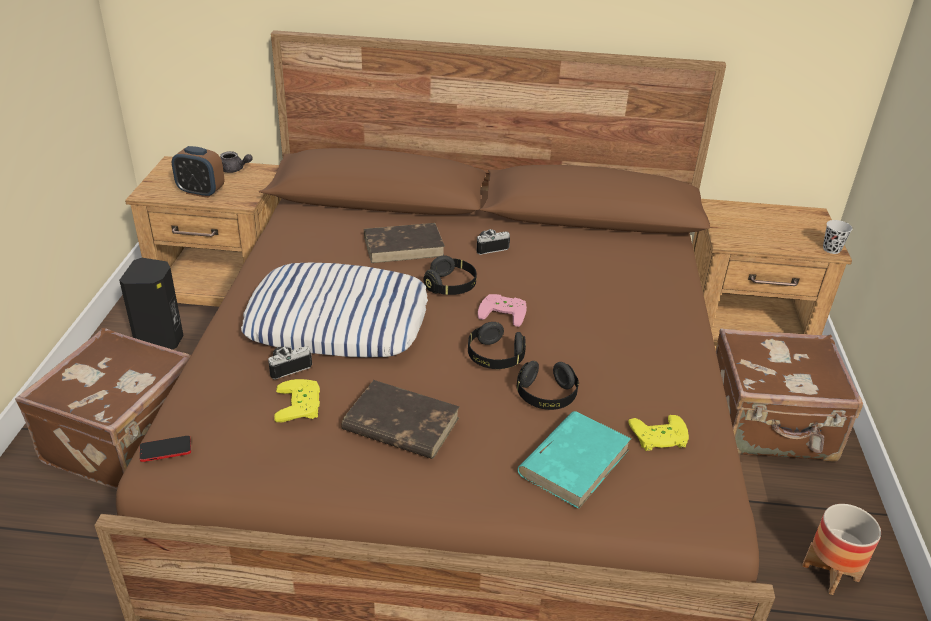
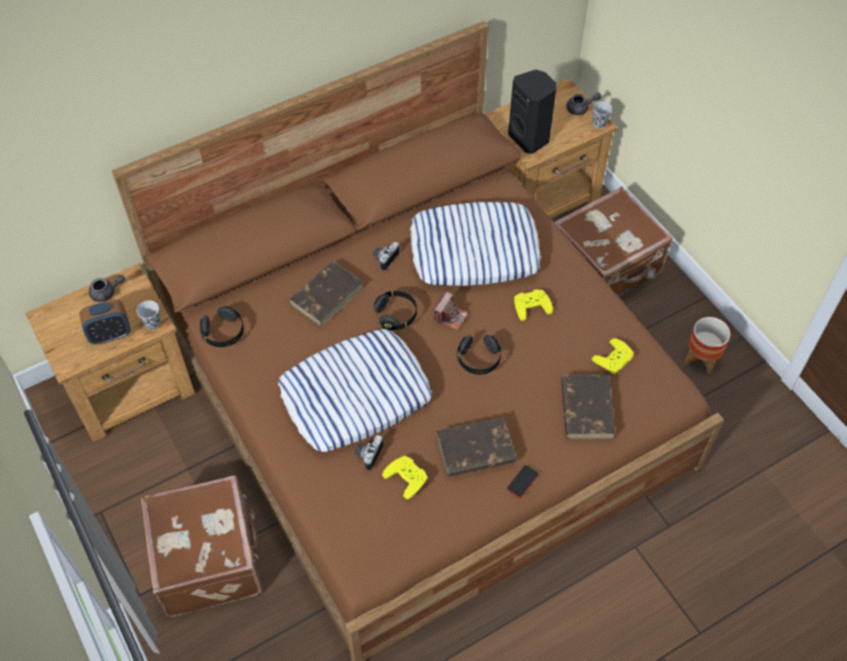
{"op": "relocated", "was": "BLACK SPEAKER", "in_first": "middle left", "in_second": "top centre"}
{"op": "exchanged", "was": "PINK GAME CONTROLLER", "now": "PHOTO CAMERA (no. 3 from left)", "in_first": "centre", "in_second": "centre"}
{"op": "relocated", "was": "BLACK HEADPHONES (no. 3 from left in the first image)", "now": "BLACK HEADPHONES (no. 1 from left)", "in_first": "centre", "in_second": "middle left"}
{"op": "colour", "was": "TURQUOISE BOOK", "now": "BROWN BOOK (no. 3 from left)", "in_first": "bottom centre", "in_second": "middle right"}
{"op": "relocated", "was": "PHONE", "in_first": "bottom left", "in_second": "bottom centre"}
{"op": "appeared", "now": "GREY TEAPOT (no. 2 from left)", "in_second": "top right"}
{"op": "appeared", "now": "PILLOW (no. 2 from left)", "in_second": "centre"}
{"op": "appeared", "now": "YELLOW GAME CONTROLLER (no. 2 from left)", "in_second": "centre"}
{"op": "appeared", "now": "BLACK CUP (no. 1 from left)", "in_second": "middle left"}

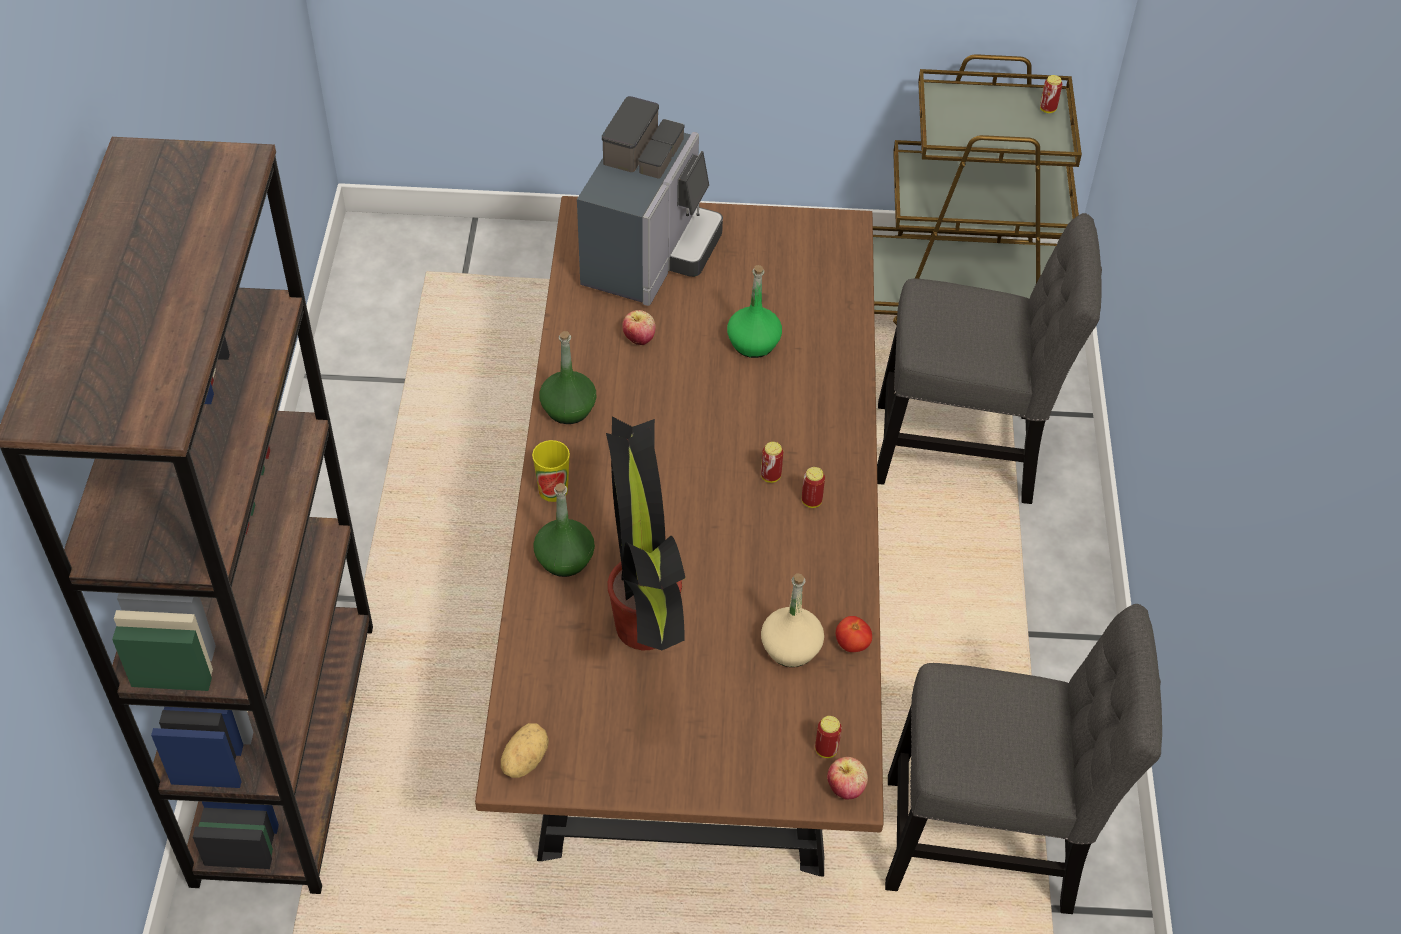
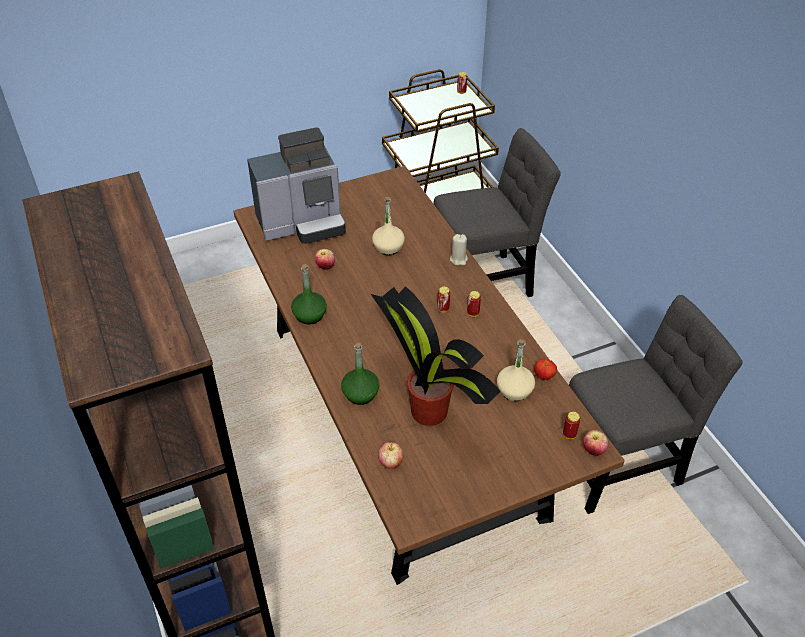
{"op": "spun", "was": "COFFEE MACHINE", "in_first": "top centre", "in_second": "top centre", "clockwise": 75}
{"op": "colour", "was": "GREEN BOTTLE (no. 3 from left)", "now": "BEIGE BOTTLE (no. 1 from left)", "in_first": "top centre", "in_second": "centre"}
{"op": "missing", "was": "CUP", "in_first": "centre"}
{"op": "missing", "was": "POTATO", "in_first": "bottom centre"}
{"op": "appeared", "now": "BEIGE CANDLE", "in_second": "centre"}
{"op": "appeared", "now": "APPLE (no. 2 from left)", "in_second": "bottom centre"}

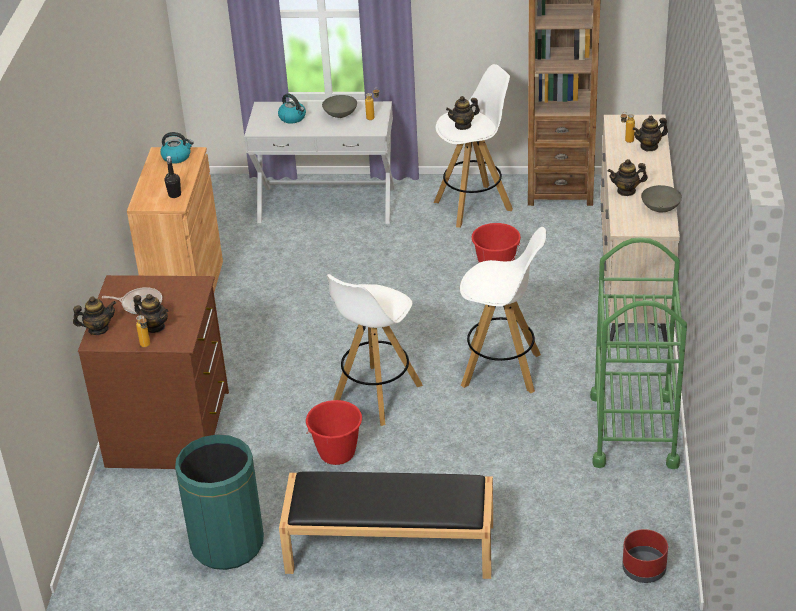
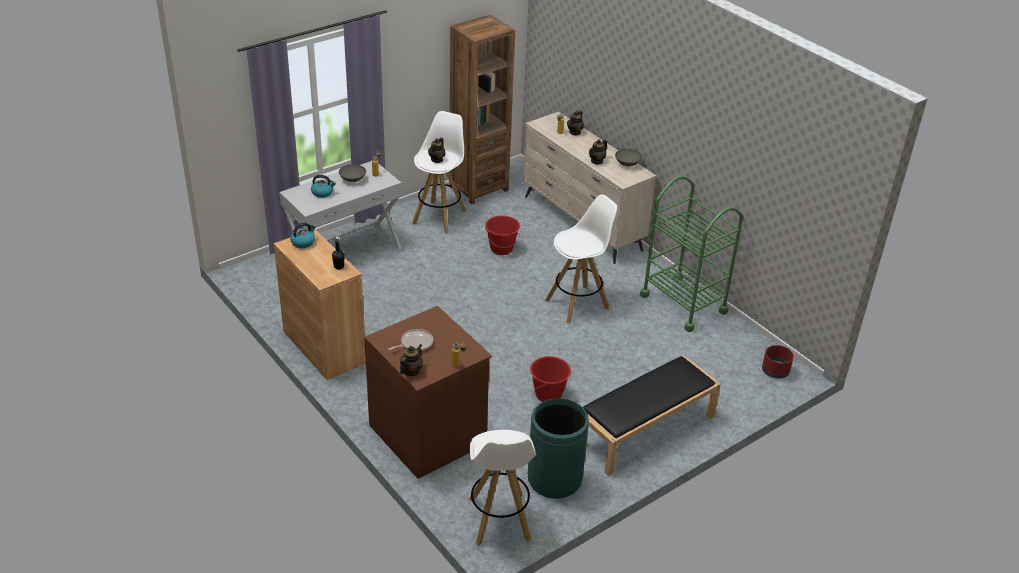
{"op": "relocated", "was": "WHITE STOOL (no. 1 from left in the first image)", "now": "WHITE STOOL (no. 2 from left)", "in_first": "centre", "in_second": "bottom centre"}
{"op": "missing", "was": "TEAPOT (no. 2 from left)", "in_first": "middle left"}

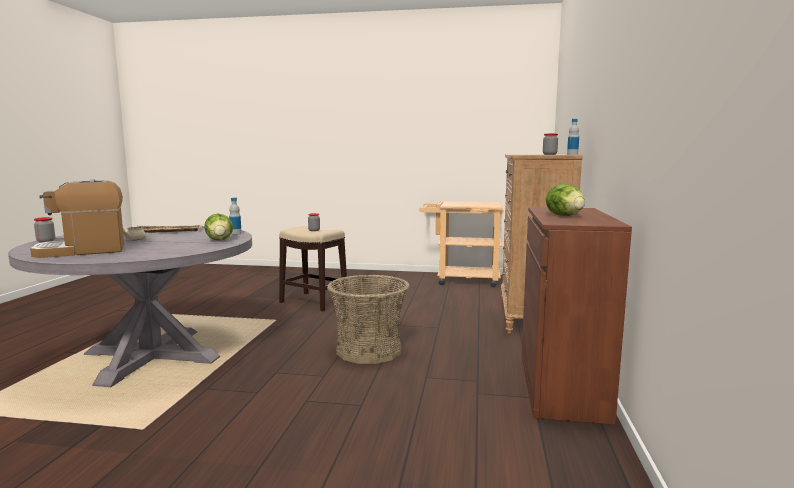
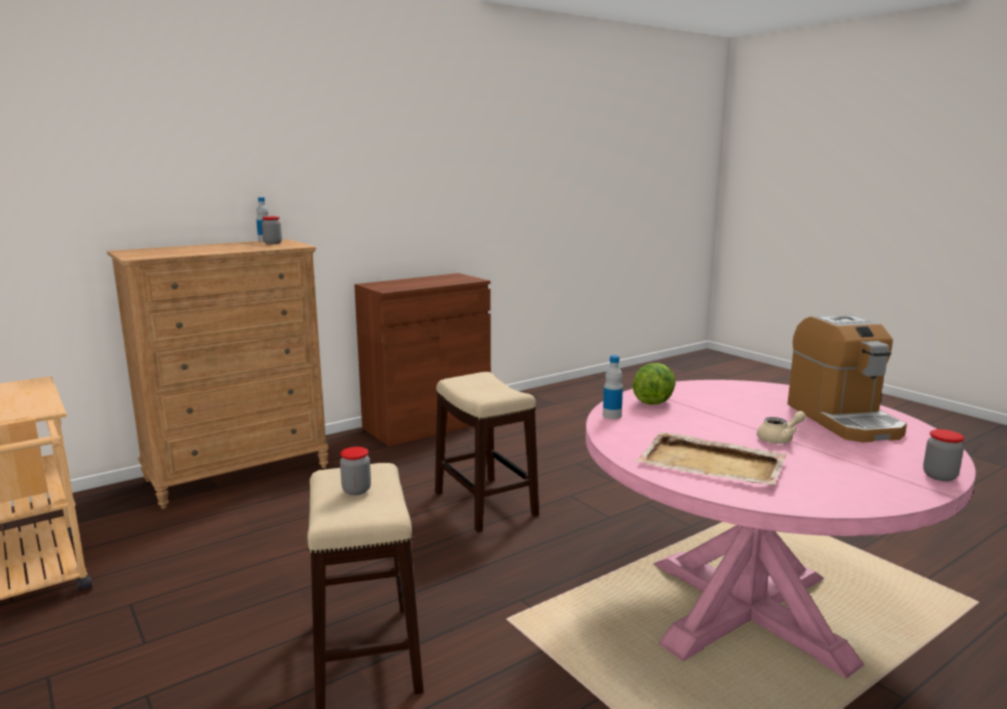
{"op": "spun", "was": "COFFEE MACHINE", "in_first": "middle left", "in_second": "middle right", "clockwise": 60}
{"op": "missing", "was": "LETTUCE (no. 2 from left)", "in_first": "middle right"}
{"op": "colour", "was": "GREY DINING TABLE", "now": "PINK DINING TABLE", "in_first": "middle left", "in_second": "bottom right"}
{"op": "exchanged", "was": "BASKET", "now": "STOOL (no. 2 from left)", "in_first": "centre", "in_second": "centre"}

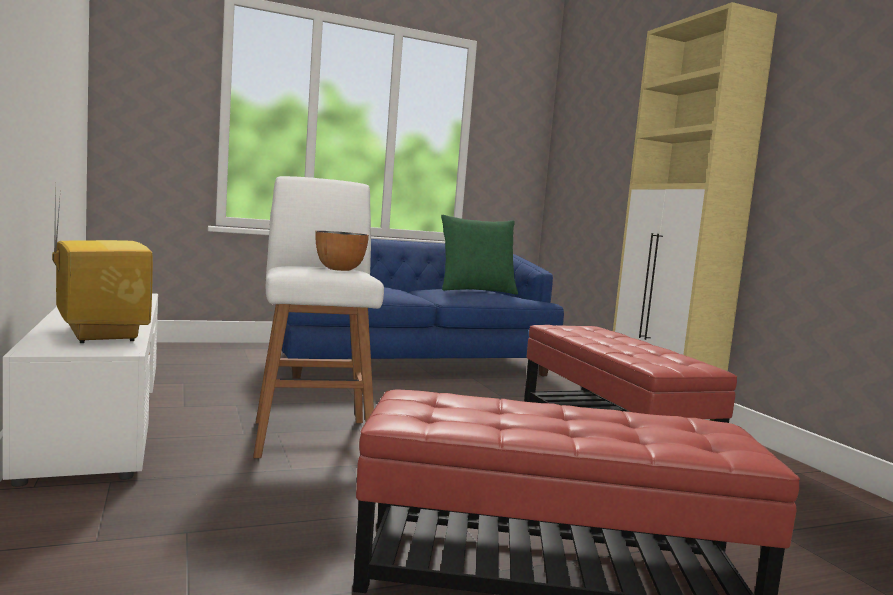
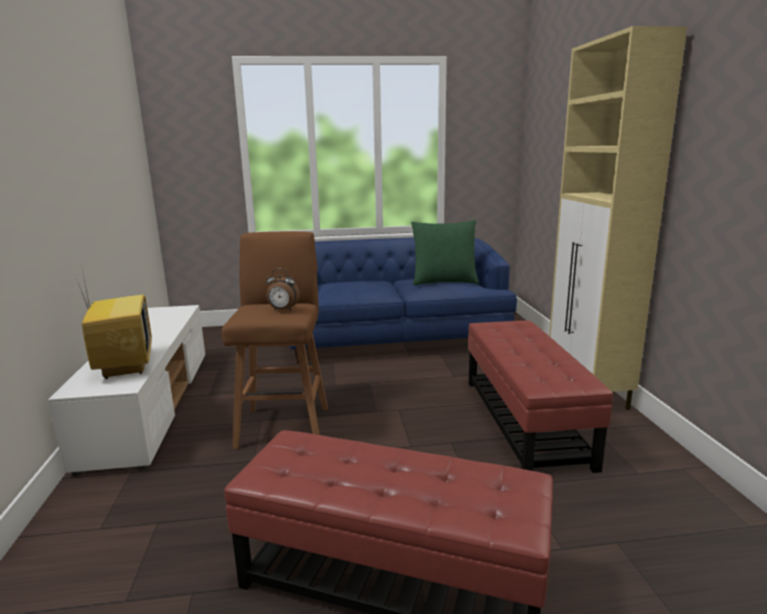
{"op": "colour", "was": "WHITE STOOL", "now": "BROWN STOOL", "in_first": "centre", "in_second": "centre"}
{"op": "exchanged", "was": "BOWL", "now": "ALARM CLOCK", "in_first": "centre", "in_second": "centre"}

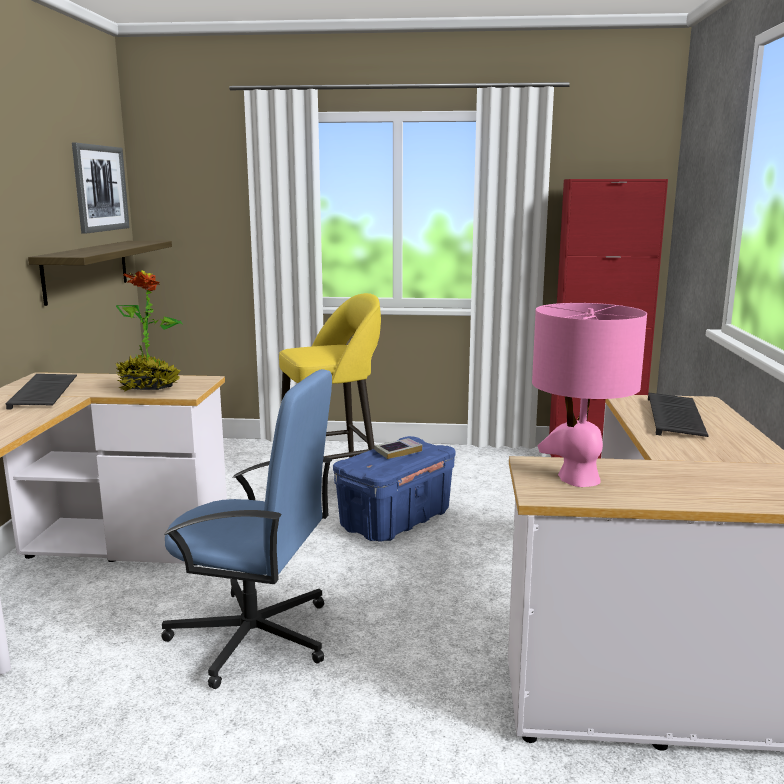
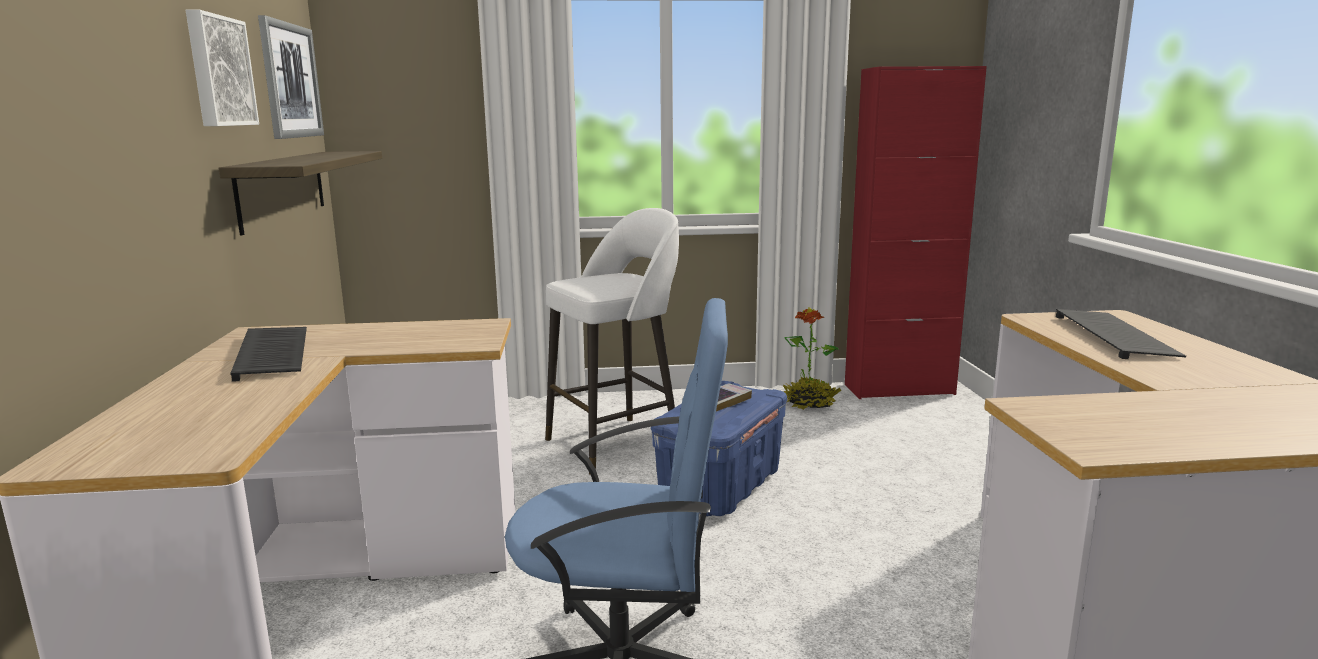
{"op": "relocated", "was": "POTTED PLANT", "in_first": "middle left", "in_second": "centre"}
{"op": "colour", "was": "YELLOW STOOL", "now": "WHITE STOOL", "in_first": "centre", "in_second": "centre"}
{"op": "missing", "was": "PINK TABLE LAMP", "in_first": "middle right"}
{"op": "appeared", "now": "PICTURE (no. 1 from left)", "in_second": "top left"}

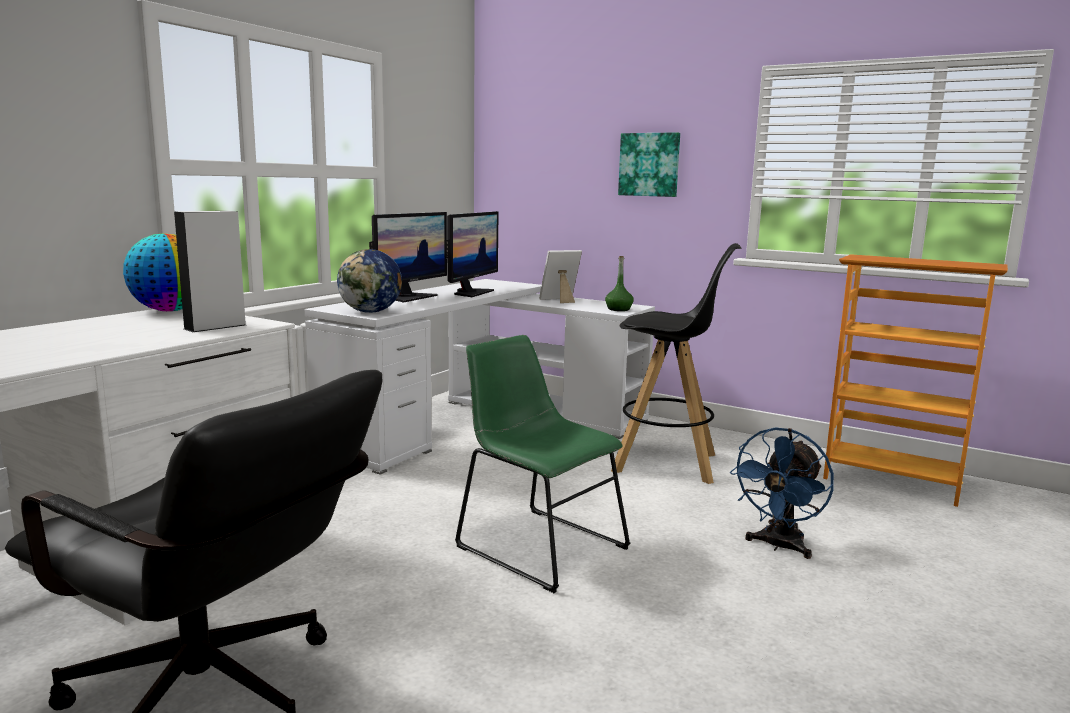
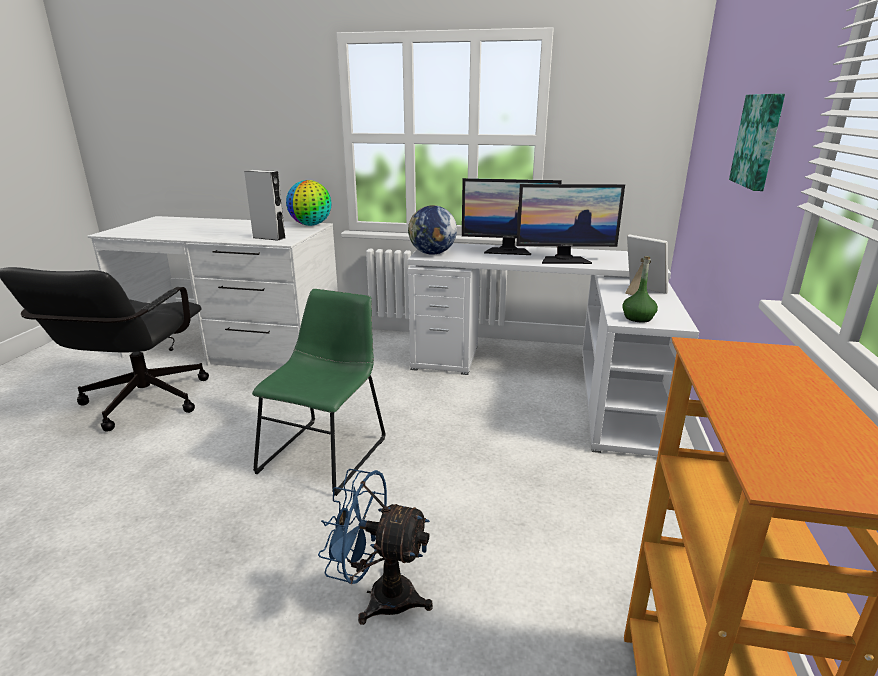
{"op": "missing", "was": "BLACK STOOL", "in_first": "centre"}

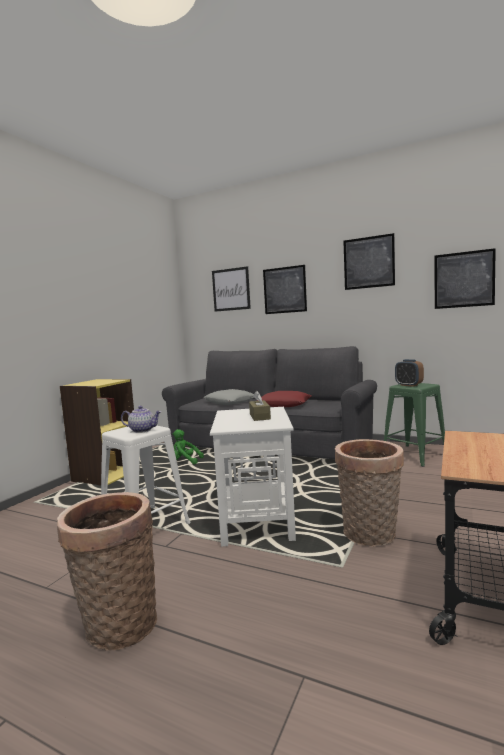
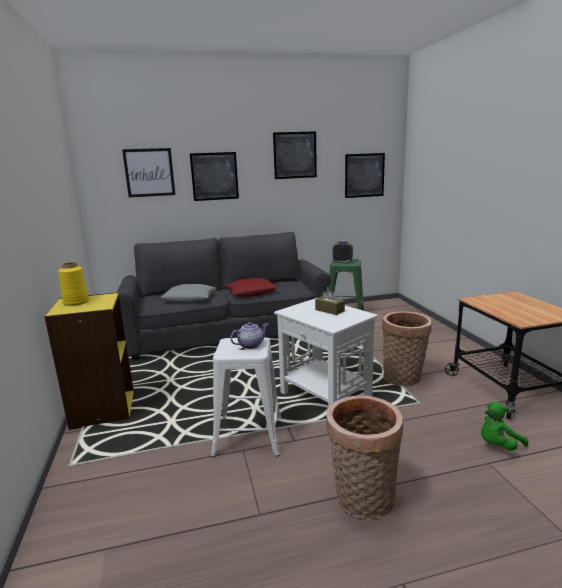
{"op": "relocated", "was": "GREEN PLUSH TOY", "in_first": "centre", "in_second": "bottom right"}
{"op": "appeared", "now": "YELLOW VASE", "in_second": "middle left"}

